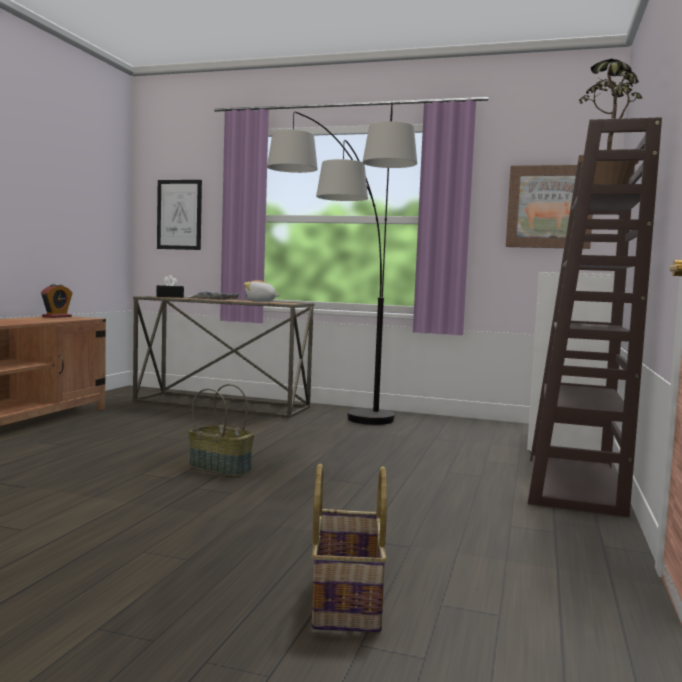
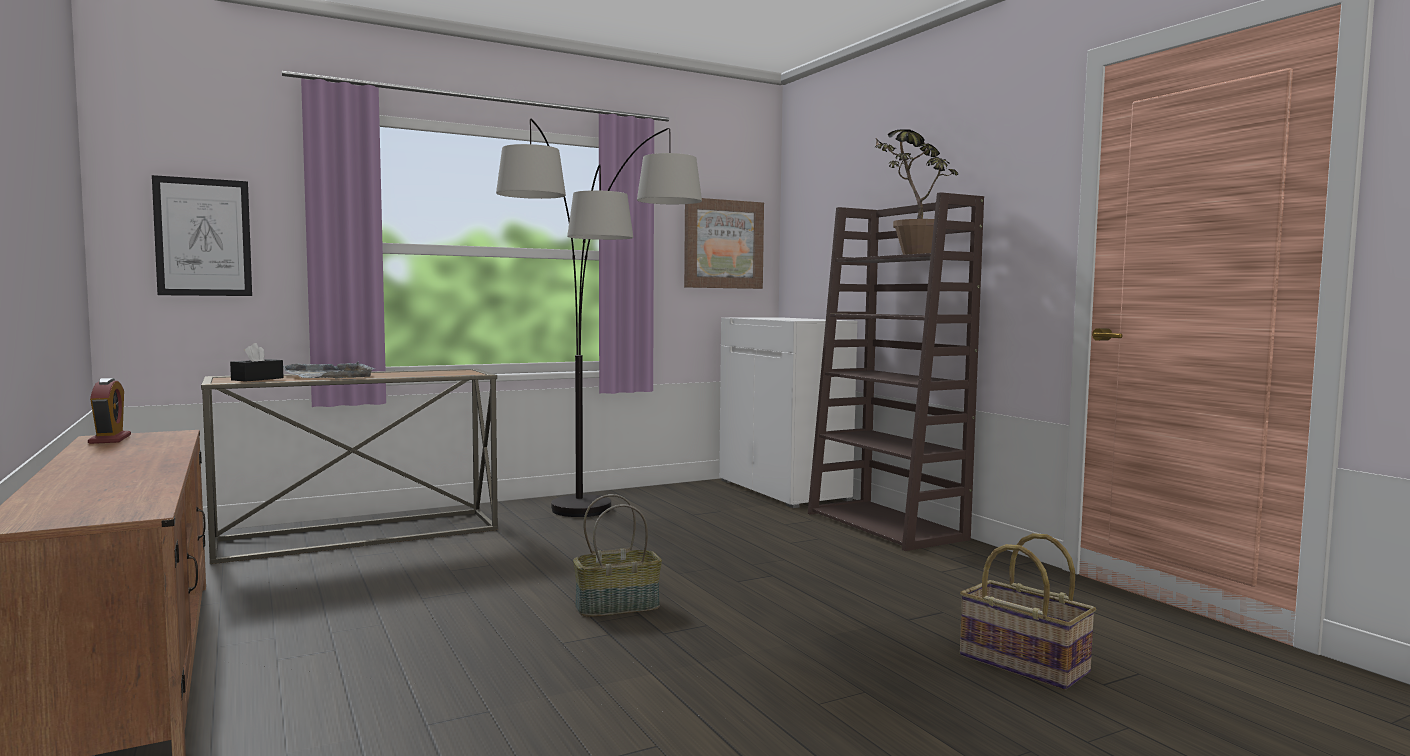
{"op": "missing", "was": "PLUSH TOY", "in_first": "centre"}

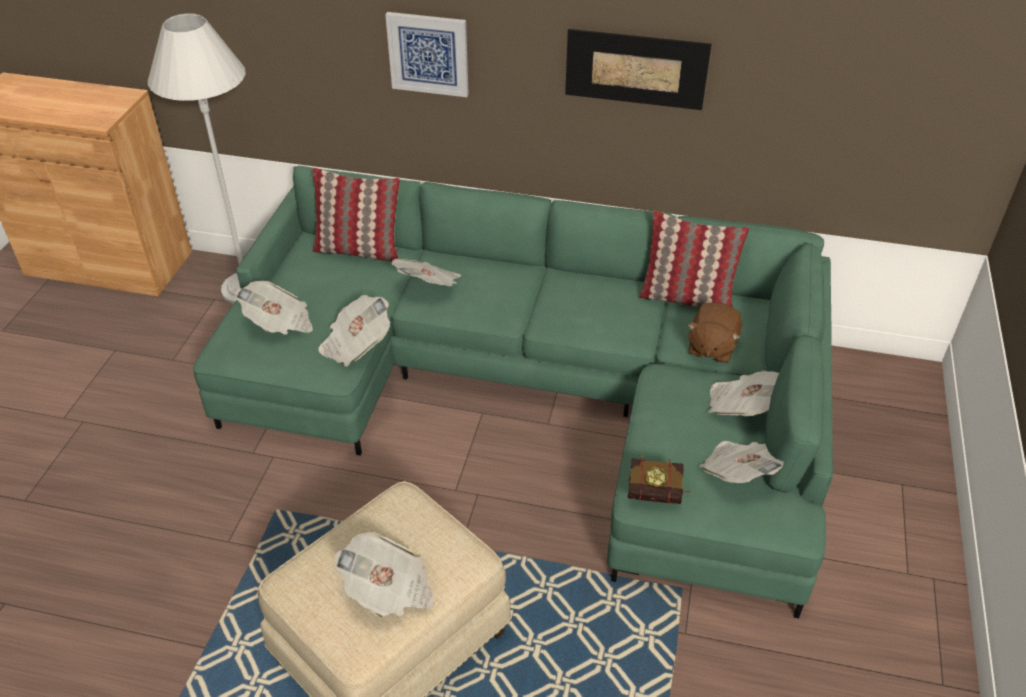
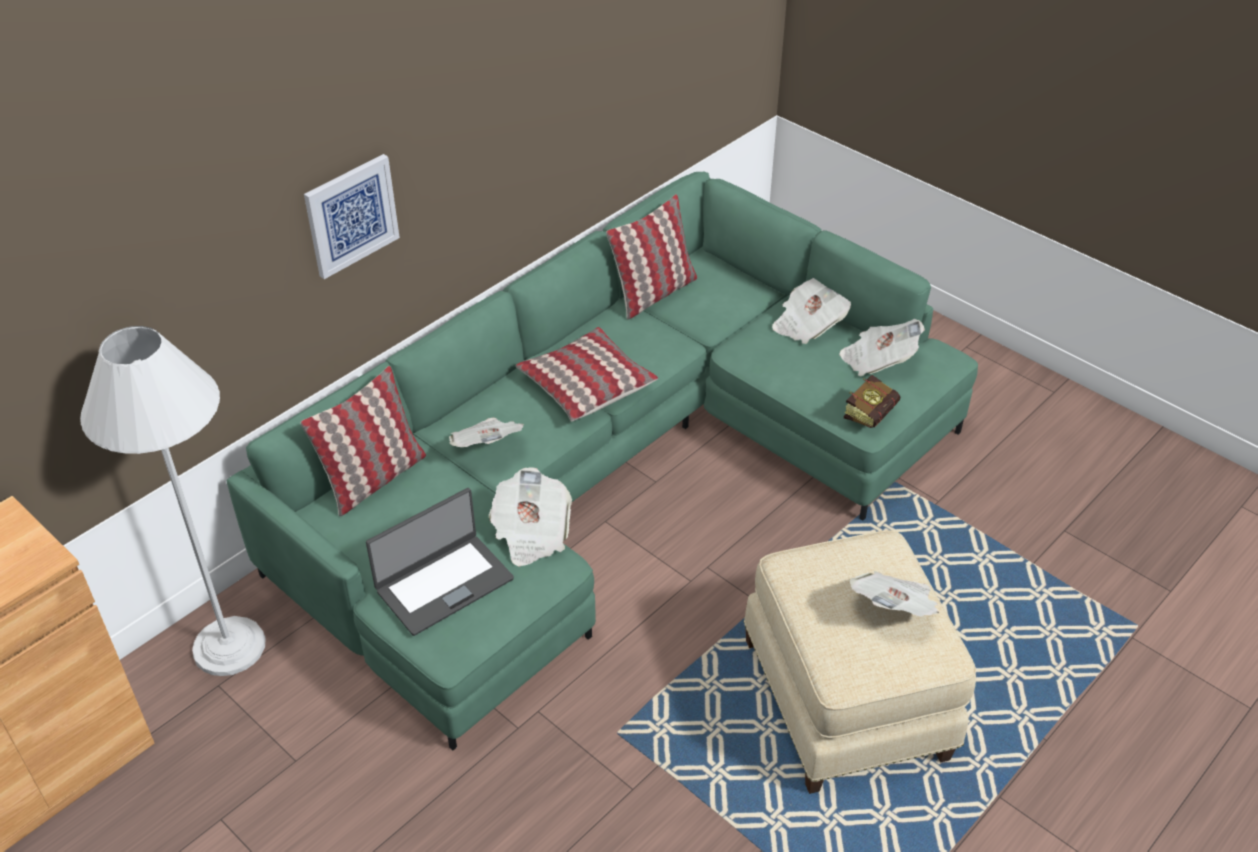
{"op": "missing", "was": "PICTURE (no. 2 from left)", "in_first": "top centre"}
{"op": "exchanged", "was": "NEWSPAPER (no. 1 from left)", "now": "LAPTOP", "in_first": "middle left", "in_second": "centre"}
{"op": "missing", "was": "BROWN PLUSH TOY", "in_first": "middle right"}
{"op": "appeared", "now": "PILLOW (no. 2 from left)", "in_second": "centre"}

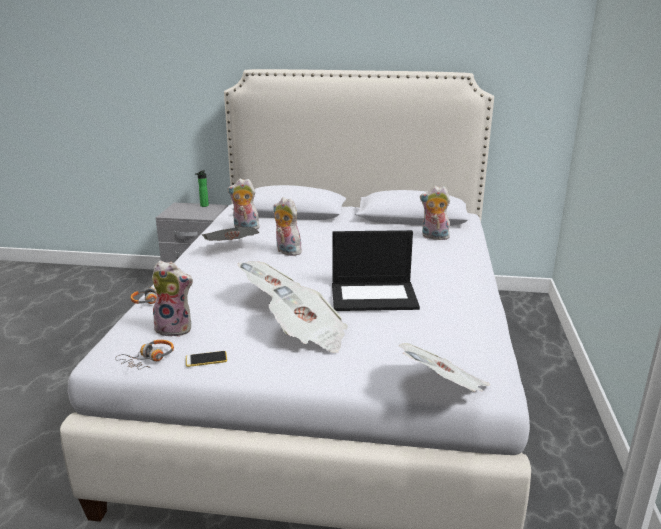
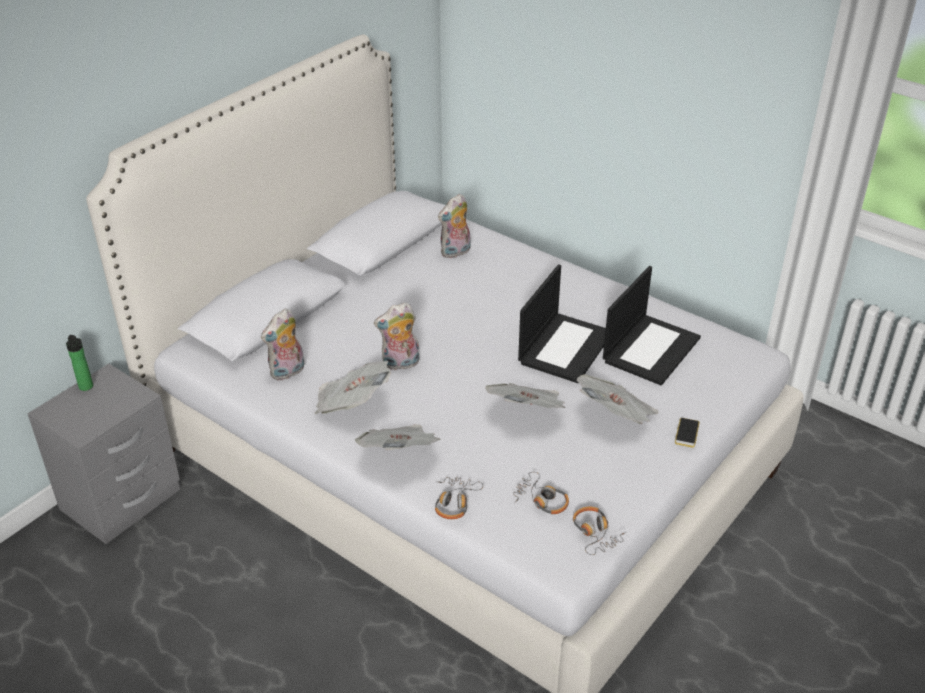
{"op": "exchanged", "was": "PLUSH TOY (no. 1 from left)", "now": "HEADPHONES (no. 2 from left)", "in_first": "middle left", "in_second": "bottom centre"}
{"op": "relocated", "was": "NEWSPAPER (no. 4 from left in the first image)", "now": "NEWSPAPER (no. 2 from left)", "in_first": "bottom right", "in_second": "centre"}
{"op": "relocated", "was": "PHONE", "in_first": "bottom left", "in_second": "middle right"}
{"op": "appeared", "now": "LAPTOP (no. 2 from left)", "in_second": "middle right"}

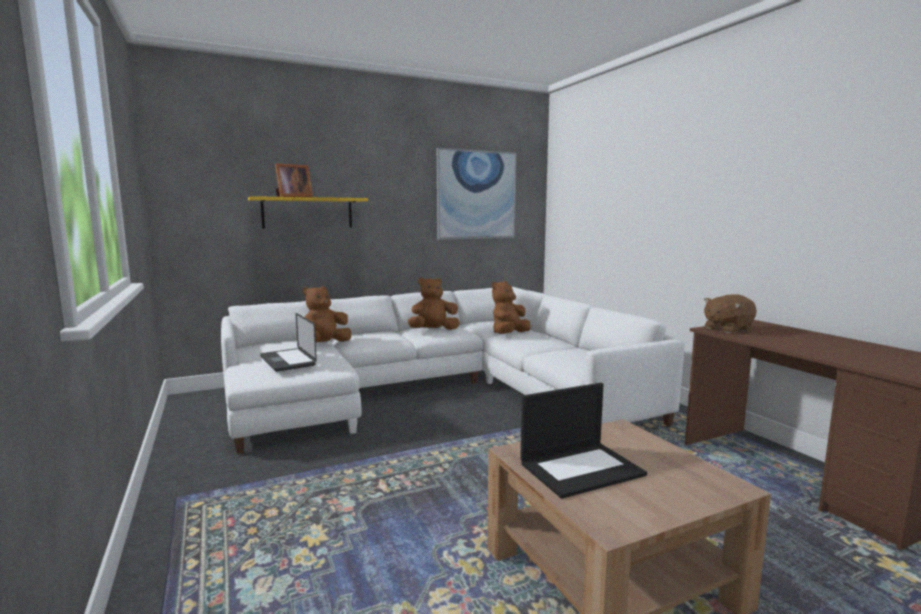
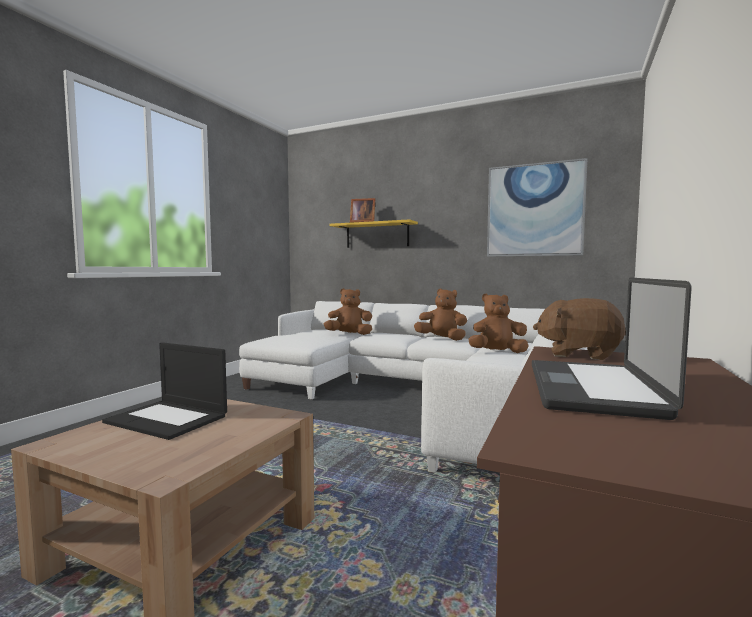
{"op": "relocated", "was": "LAPTOP (no. 1 from left in the first image)", "now": "LAPTOP (no. 2 from left)", "in_first": "middle left", "in_second": "middle right"}

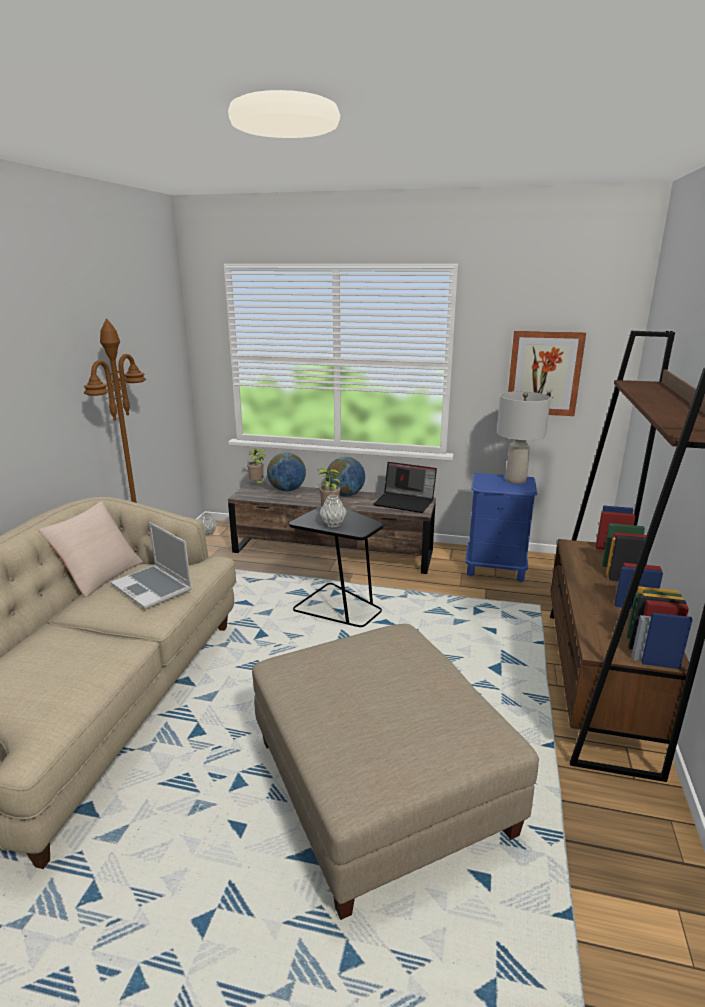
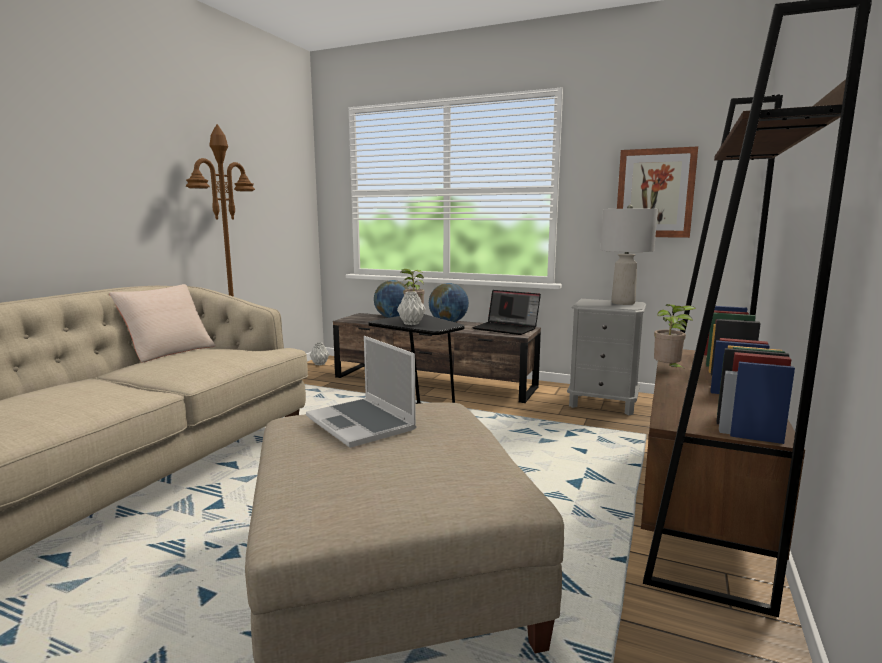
{"op": "relocated", "was": "POTTED PLANT (no. 1 from left in the first image)", "now": "POTTED PLANT (no. 2 from left)", "in_first": "centre", "in_second": "middle right"}
{"op": "colour", "was": "BLUE NIGHTSTAND", "now": "GREY NIGHTSTAND", "in_first": "middle right", "in_second": "middle right"}
{"op": "relocated", "was": "LAPTOP (no. 1 from left)", "in_first": "middle left", "in_second": "centre"}

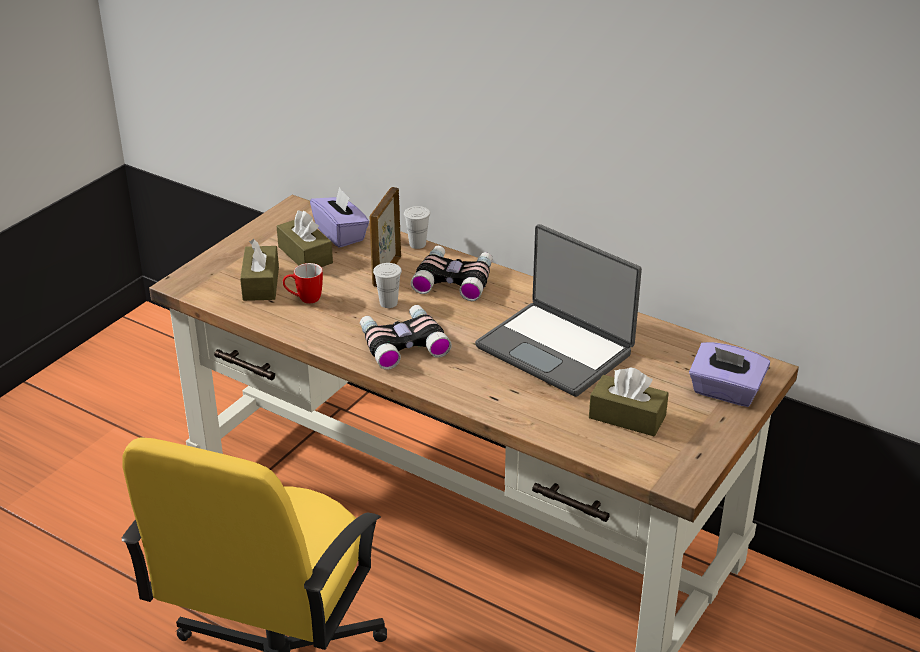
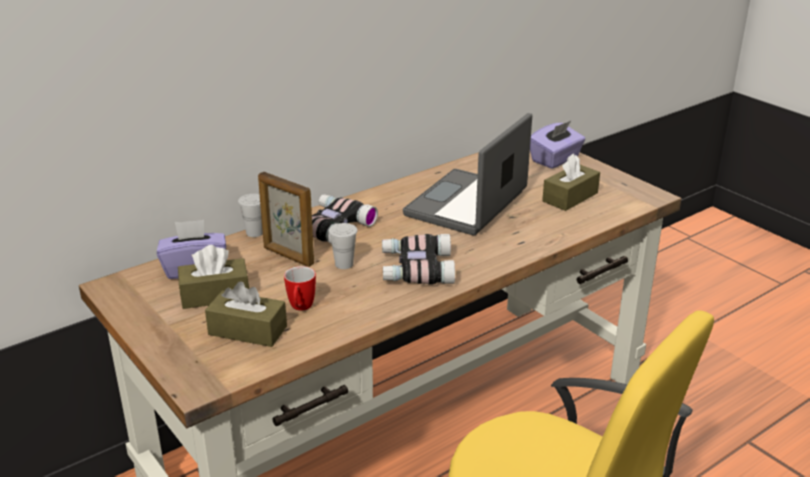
{"op": "spun", "was": "LAPTOP", "in_first": "centre", "in_second": "centre", "clockwise": 150}

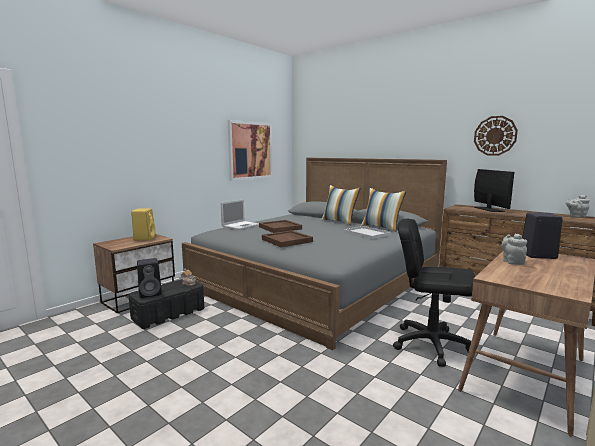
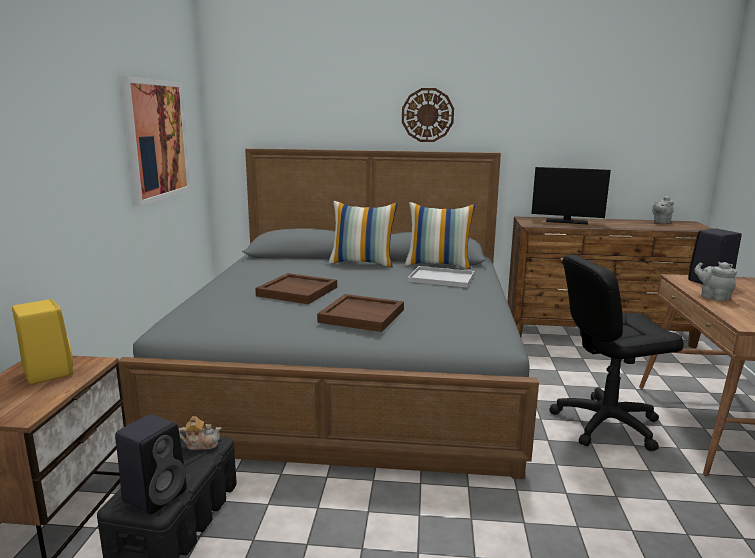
{"op": "relocated", "was": "WALL CLOCK", "in_first": "top right", "in_second": "top centre"}
{"op": "spun", "was": "MONITOR", "in_first": "middle right", "in_second": "middle right", "clockwise": 150}
{"op": "missing", "was": "LAPTOP", "in_first": "centre"}

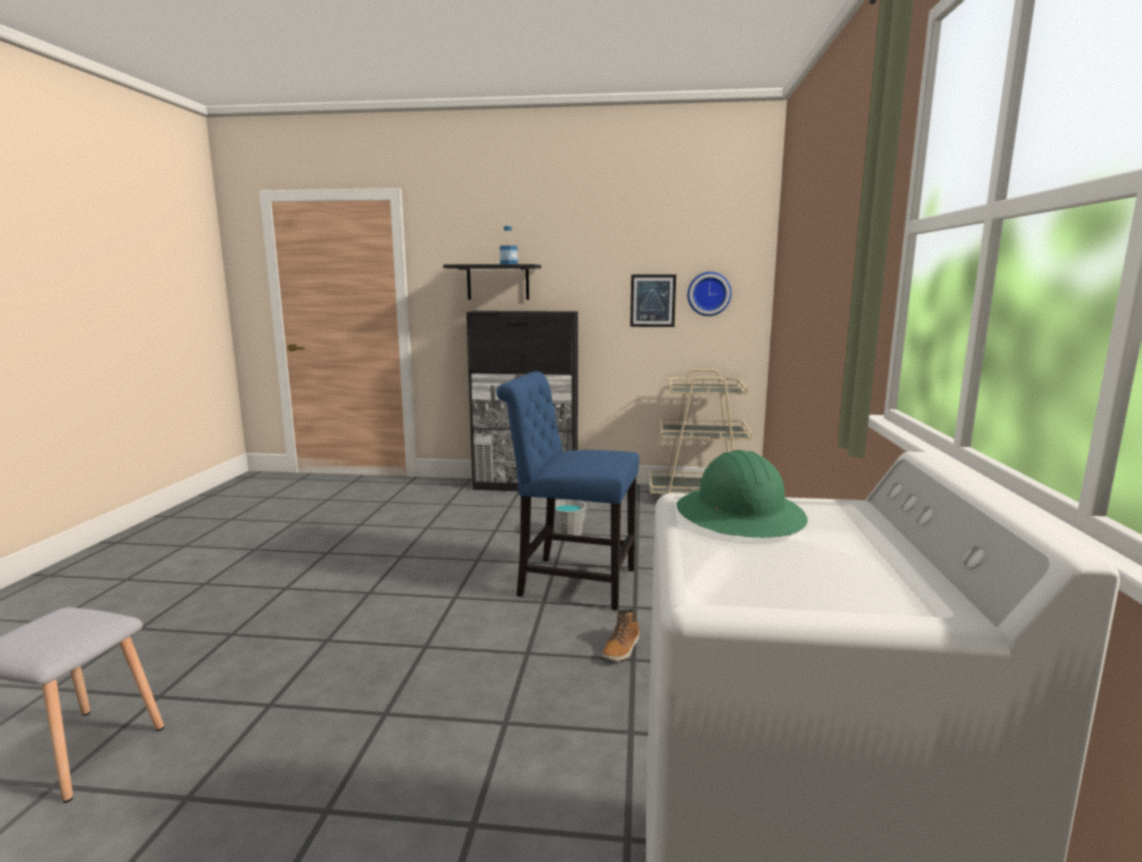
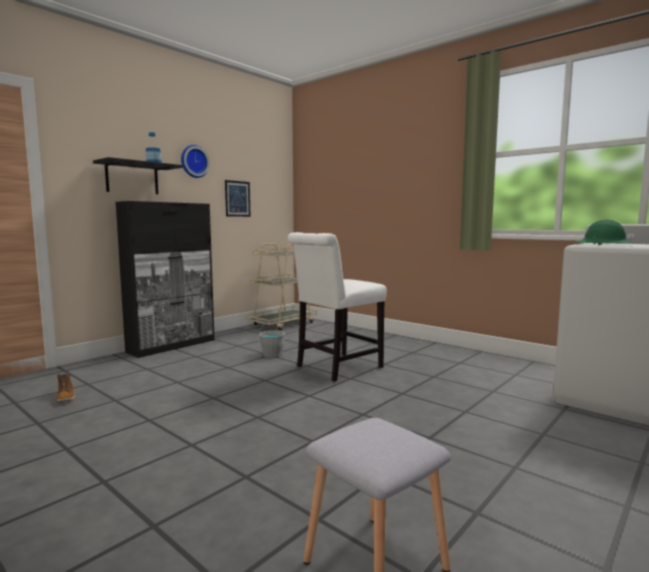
{"op": "relocated", "was": "WALL CLOCK", "in_first": "centre", "in_second": "top left"}
{"op": "colour", "was": "BLUE CHAIR", "now": "WHITE CHAIR", "in_first": "centre", "in_second": "centre"}
{"op": "relocated", "was": "BOOT", "in_first": "bottom centre", "in_second": "bottom left"}

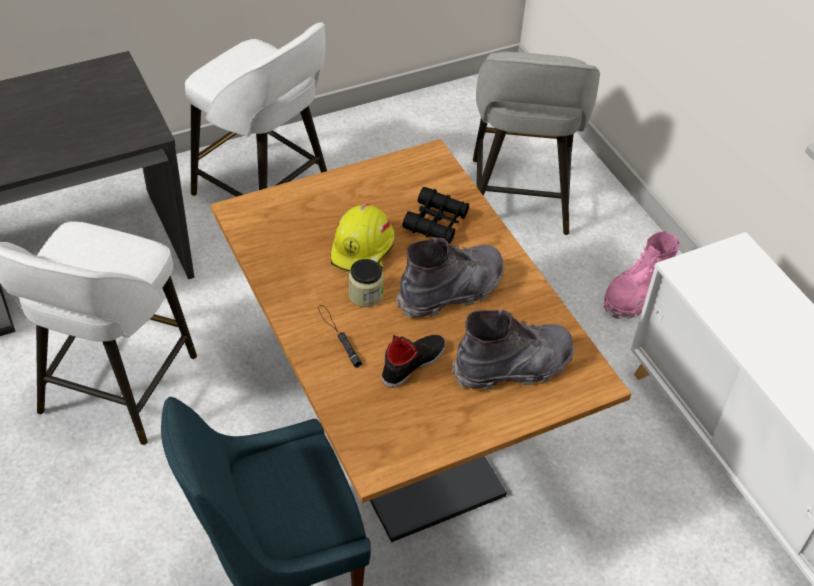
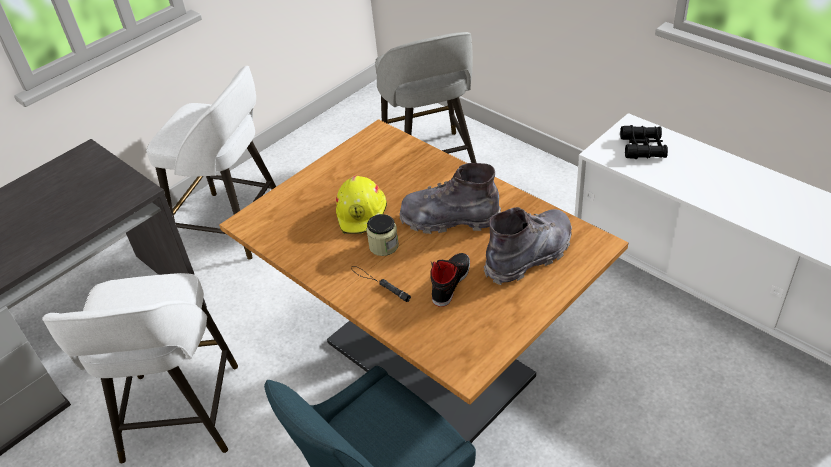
{"op": "relocated", "was": "BLACK BINOCULARS", "in_first": "centre", "in_second": "top right"}
{"op": "missing", "was": "PINK BOOT", "in_first": "middle right"}
{"op": "spun", "was": "GREY BOOT (no. 1 from left)", "in_first": "centre", "in_second": "centre", "clockwise": -120}

